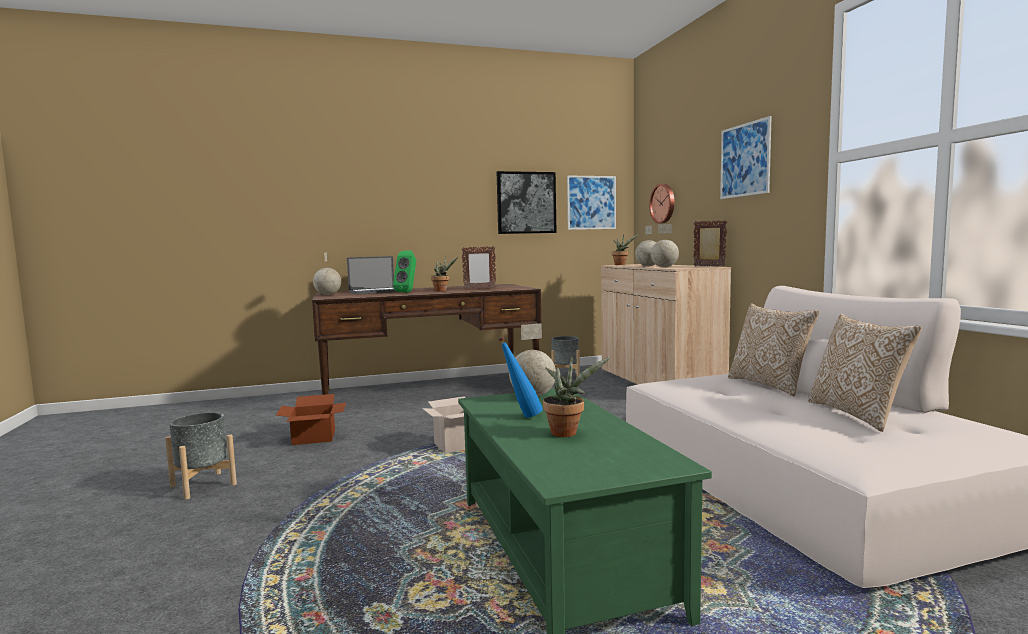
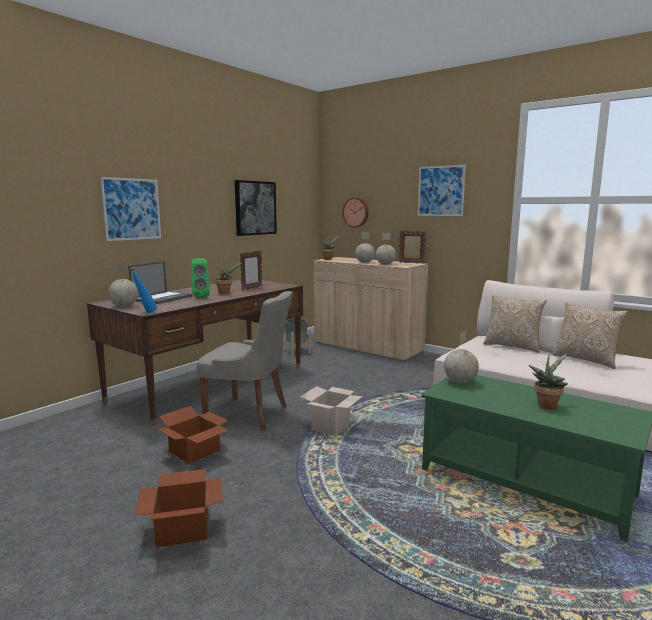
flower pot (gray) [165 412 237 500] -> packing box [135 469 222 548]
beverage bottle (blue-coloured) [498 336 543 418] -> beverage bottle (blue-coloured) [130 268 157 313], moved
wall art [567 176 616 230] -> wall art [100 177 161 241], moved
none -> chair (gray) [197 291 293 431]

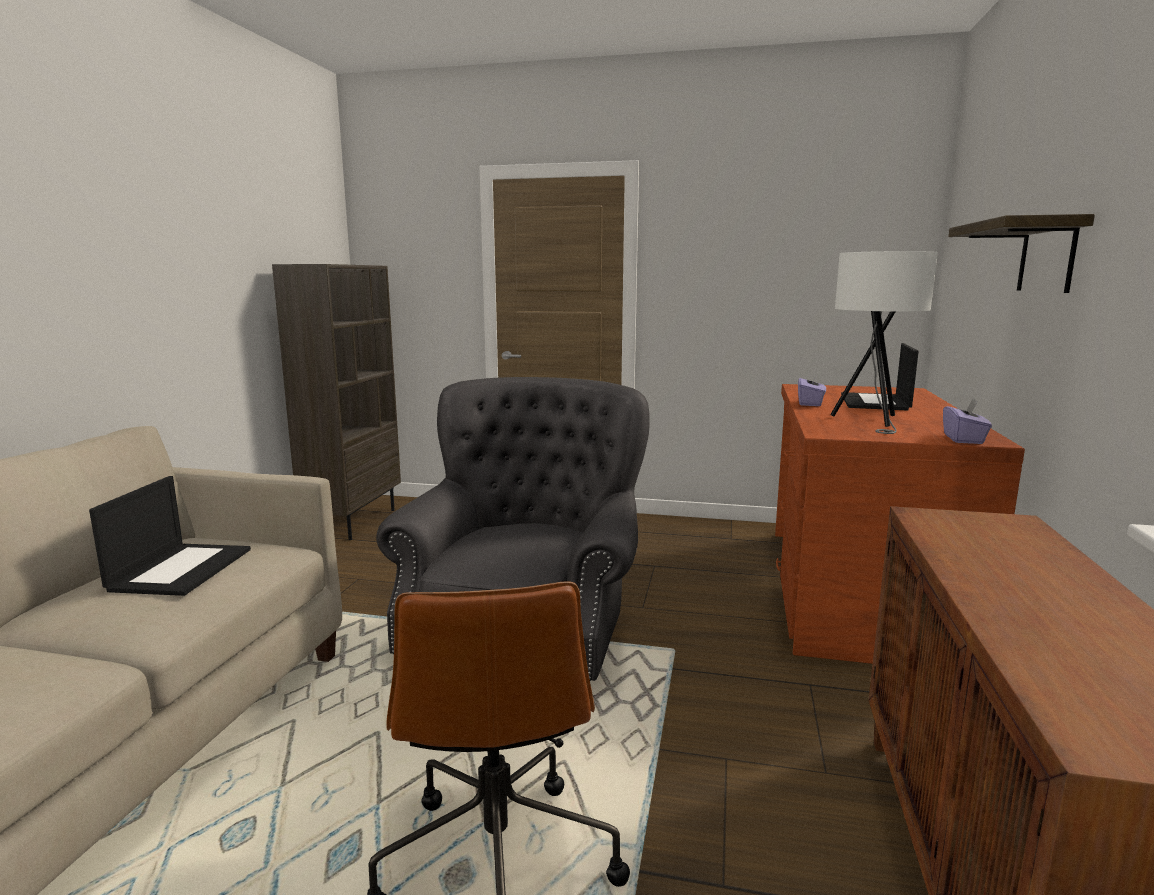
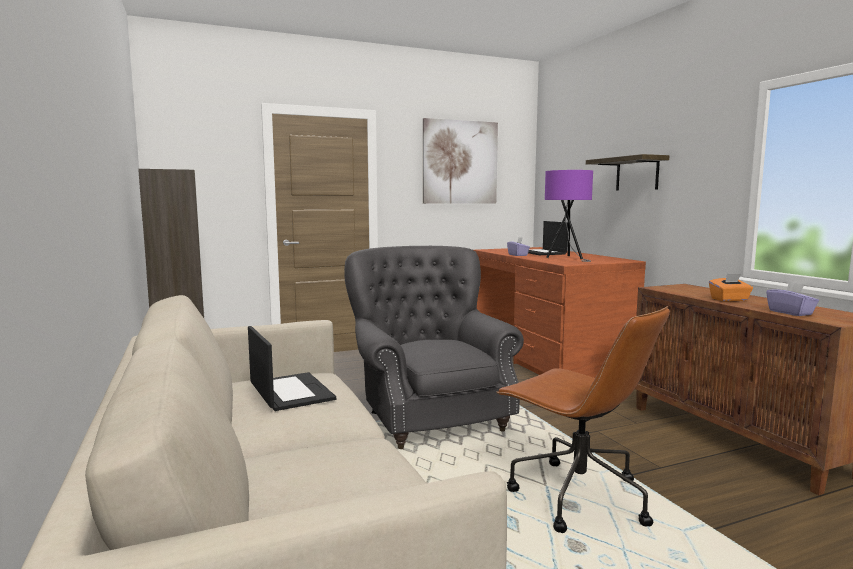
lamp for a table (white) [830 251 938 434] -> lamp for a table (purple) [545 170 593 262]
tissue holder (purple) [943 399 992 444] -> tissue holder (purple) [766 282 819 316], moved
none -> wall art [423 118 498 204]
none -> tissue holder (orange-coloured) [709 274 753 301]

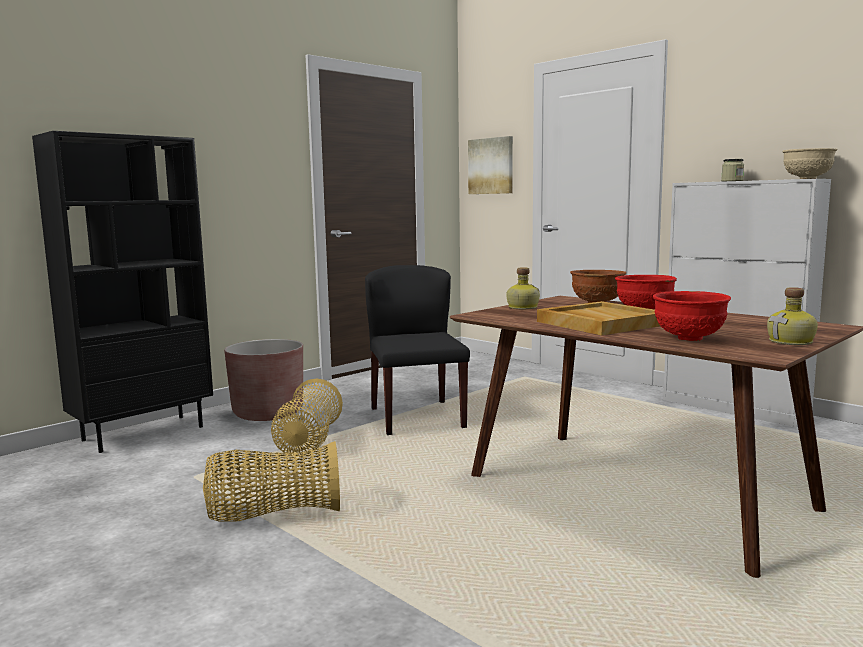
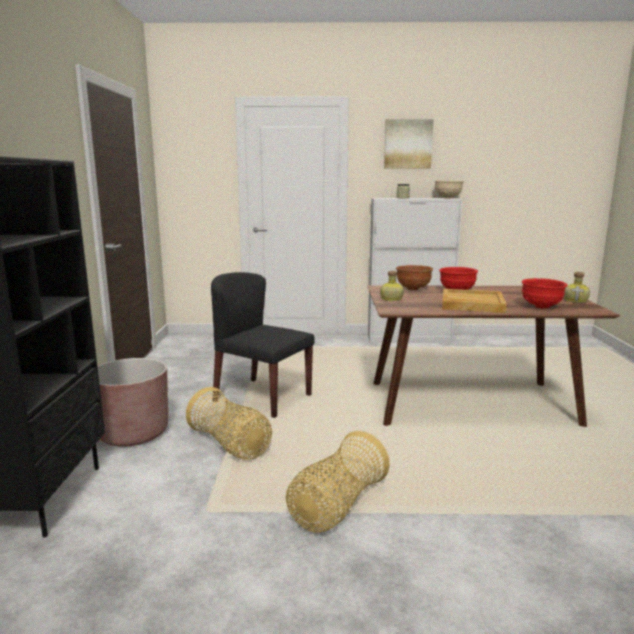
wall art [468 136 513 194] -> wall art [384 119 434 168], moved

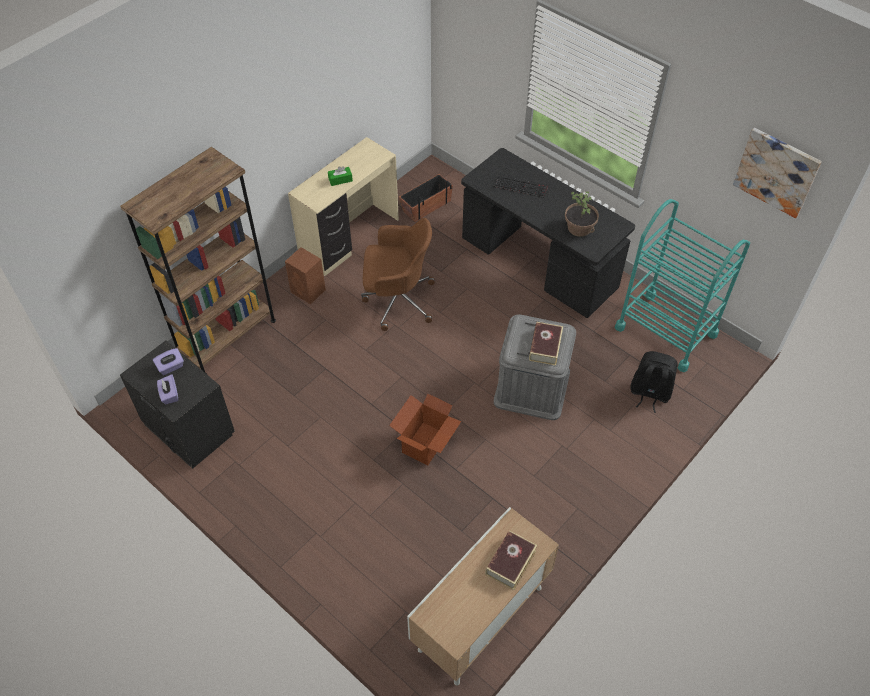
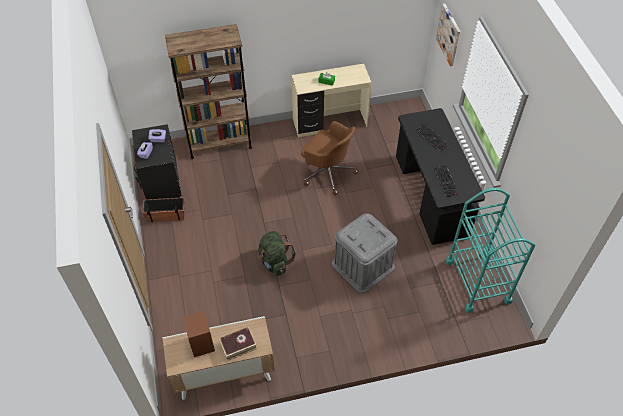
audio speaker (brown) [285 247 326 304] -> audio speaker (brown) [183 311 215 357], moved
packing box [389 394 461 466] -> backpack (green) [258 231 296 276]
flower pot [399 174 453 222] -> flower pot [143 197 185 222], moved
volume [529 322 563 366] -> none
plant in a pot [565 191 599 237] -> PC keyboard [434 165 459 197]
backpack (blackish) [630 351 678 413] -> none
wall art [733 128 822 218] -> wall art [436 4 460 66], moved

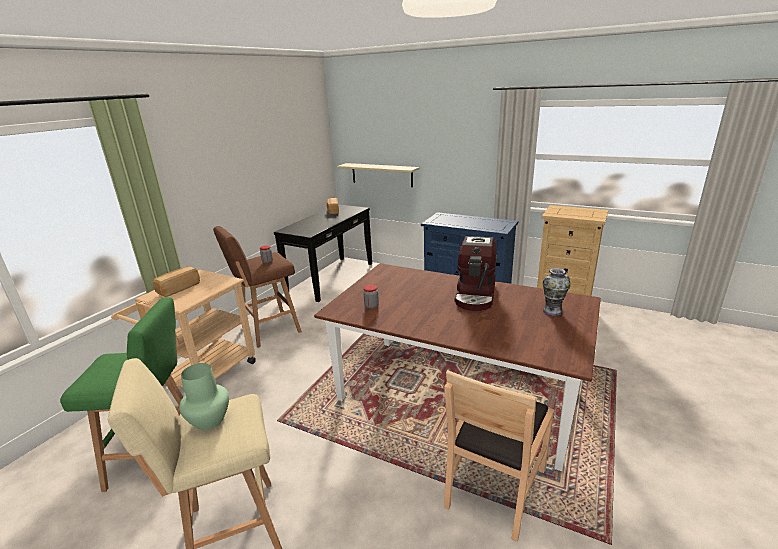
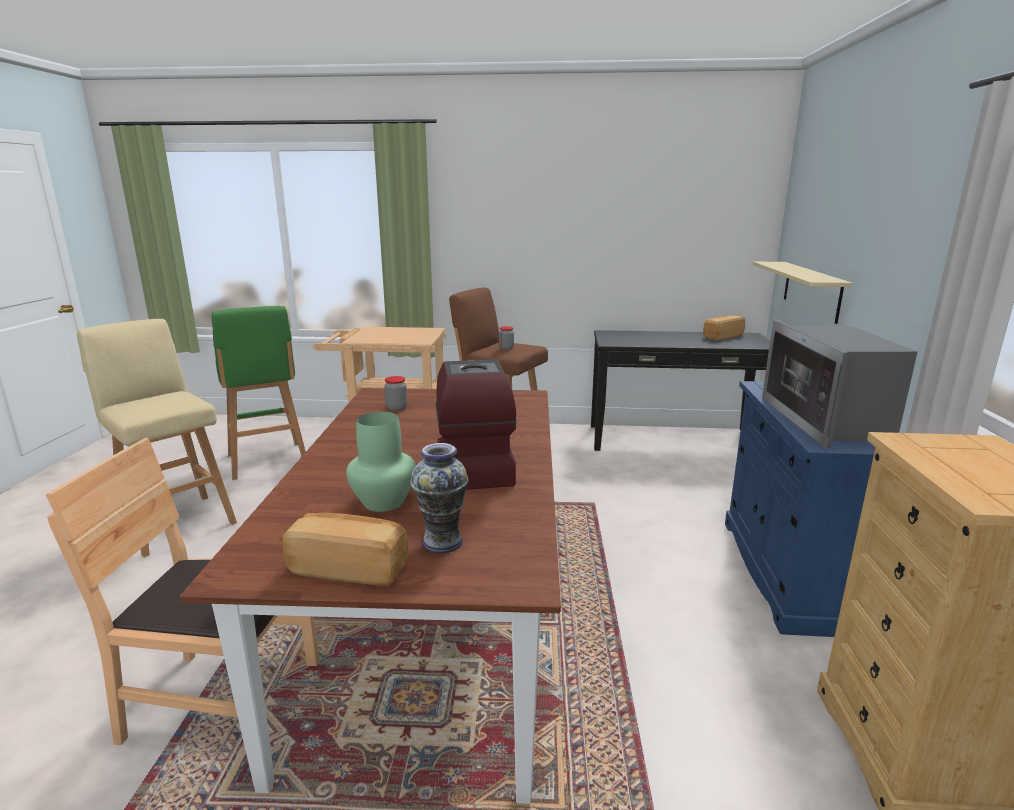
bakery bread [153 267 200 297] -> bakery bread [282 513 409 586], moved
vase (green) [179 363 229 430] -> vase (green) [346 412 416 512], moved
coffee brewer [455 236 497 311] -> coffee brewer [436 359 517 490], 90 degrees clockwise
none -> microwave oven [762 320 917 448]

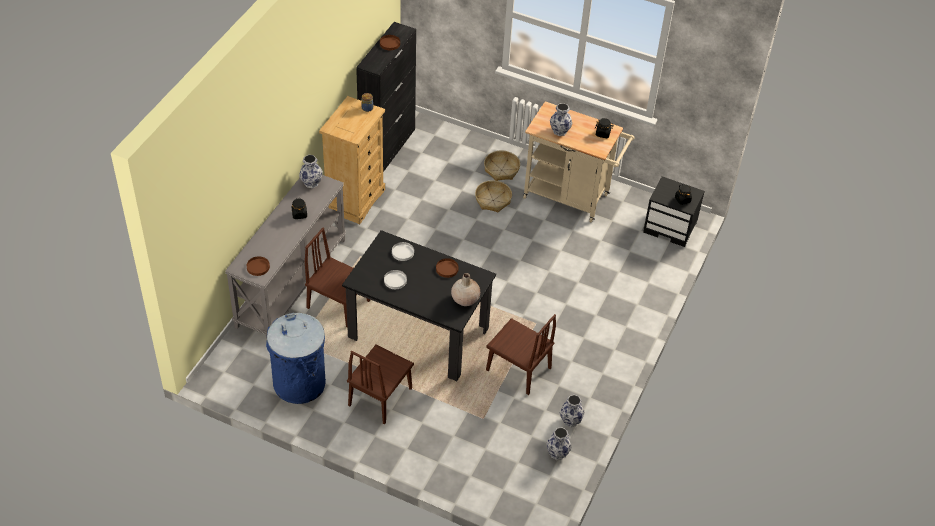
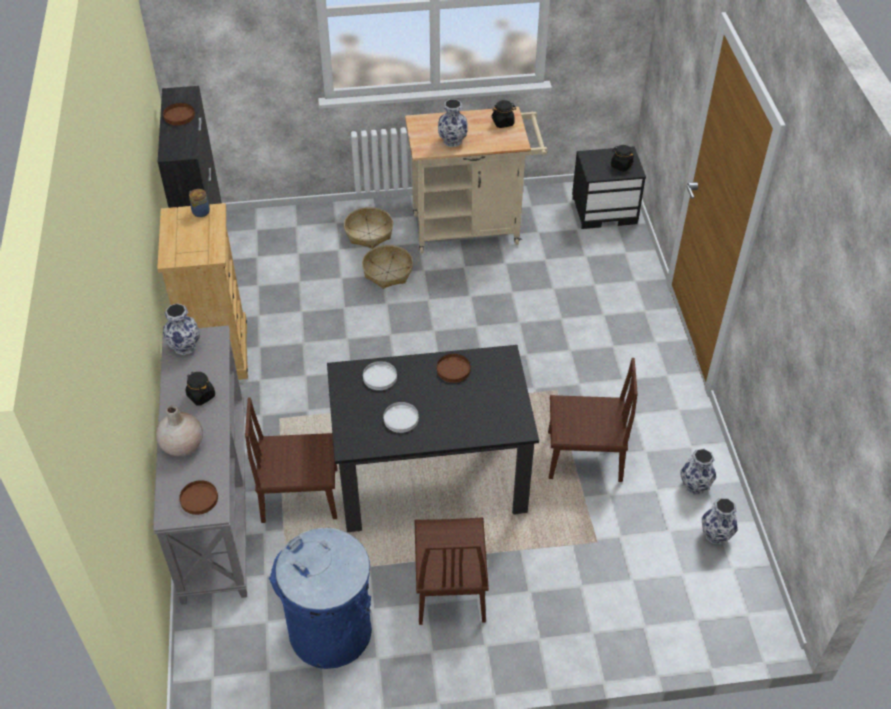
vase (beige-coloured) [451 273 480 306] -> vase (beige-coloured) [156 405 203 456], moved

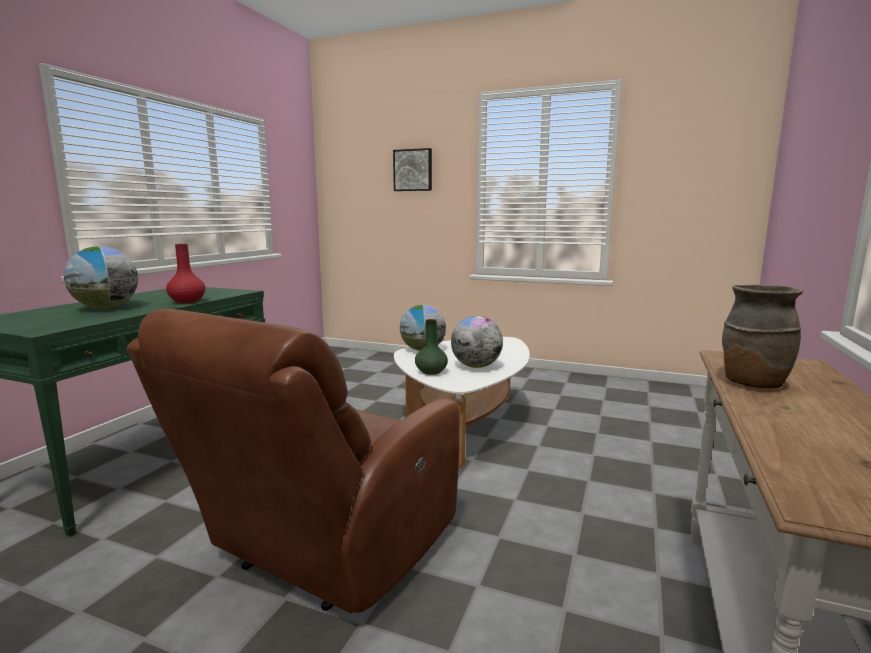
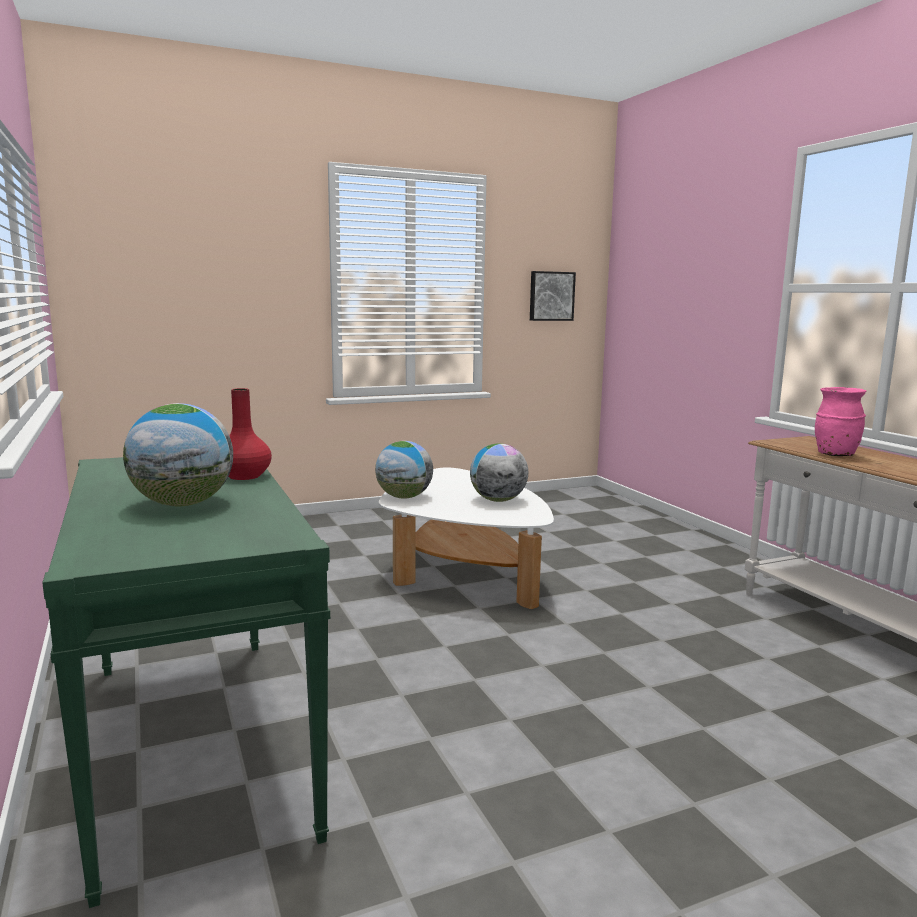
easy chair (brown) [127 309 460 614] -> none
wall art [393 148 432 191] -> wall art [530 271 576 321], moved
vase (green) [415 319 448 375] -> none
vase (brown) [722 285 803 389] -> vase (pink) [815 387 866 456]

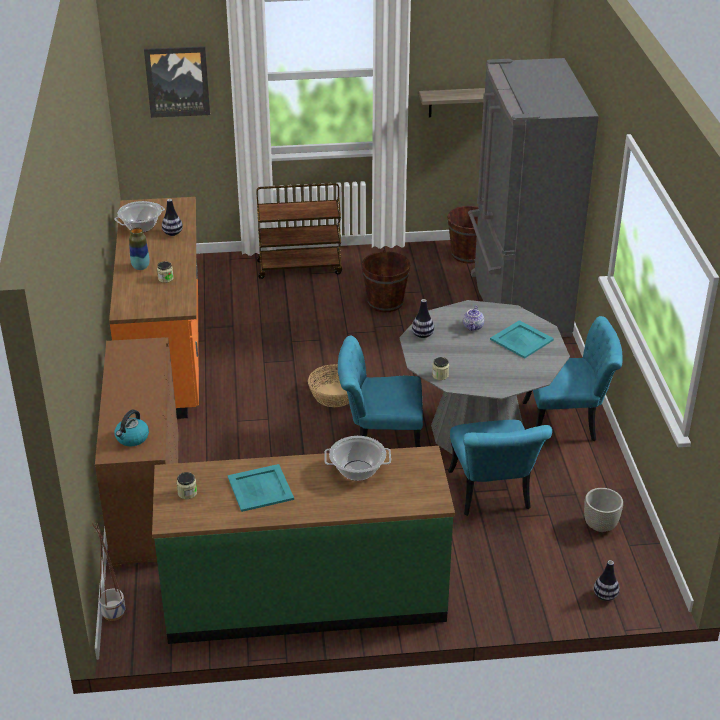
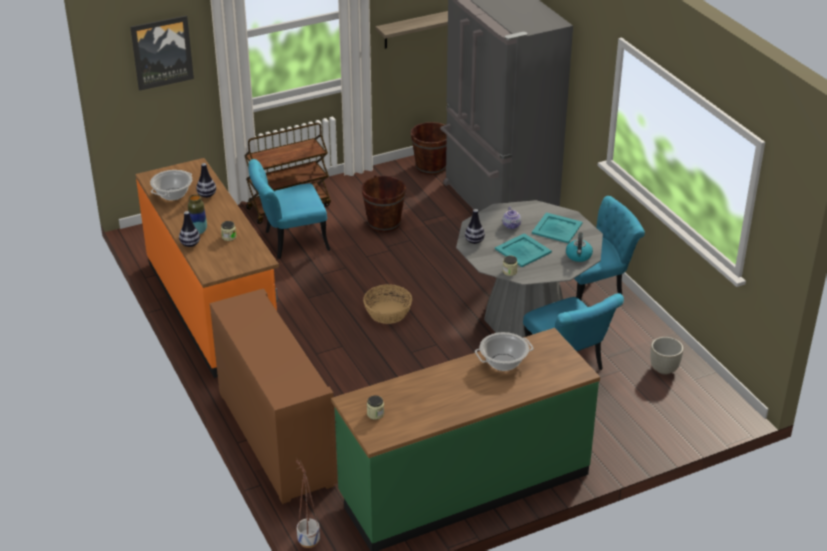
tea kettle [115 410 149 446] -> tea kettle [566 232 593 262], moved
serving tray (turquoise-coloured) [228 464 294 512] -> serving tray (turquoise-coloured) [495 233 552 267], moved
chair (turquoise-coloured) [338 336 423 447] -> chair (turquoise-coloured) [248 159 330 259], moved
vase [594 560 620 601] -> vase [179 211 200 247], moved

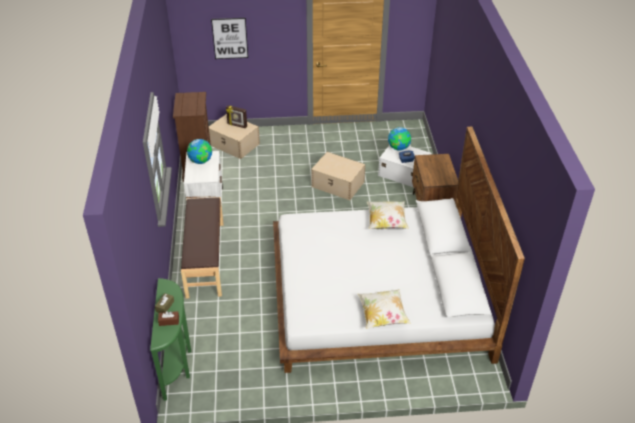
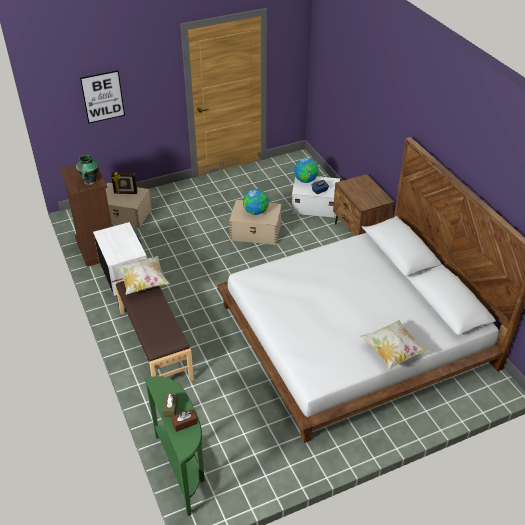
globe [187 139 212 164] -> globe [243 189 269 215], moved
cushion [367 201 409 229] -> cushion [117 256 170 295], moved
none -> vase [76 154 99 185]

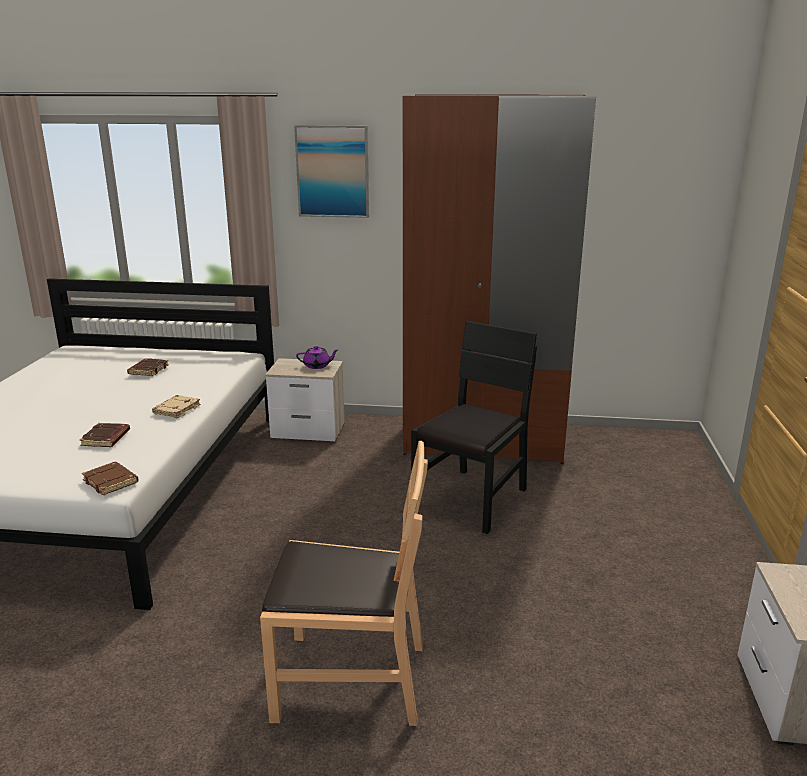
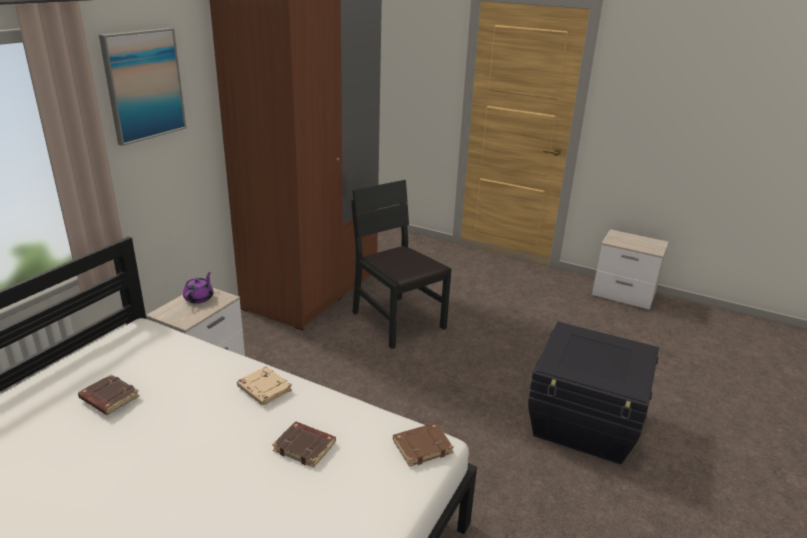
chair (brown) [260 441 428 726] -> storage container (blackish) [528 322 659 464]

